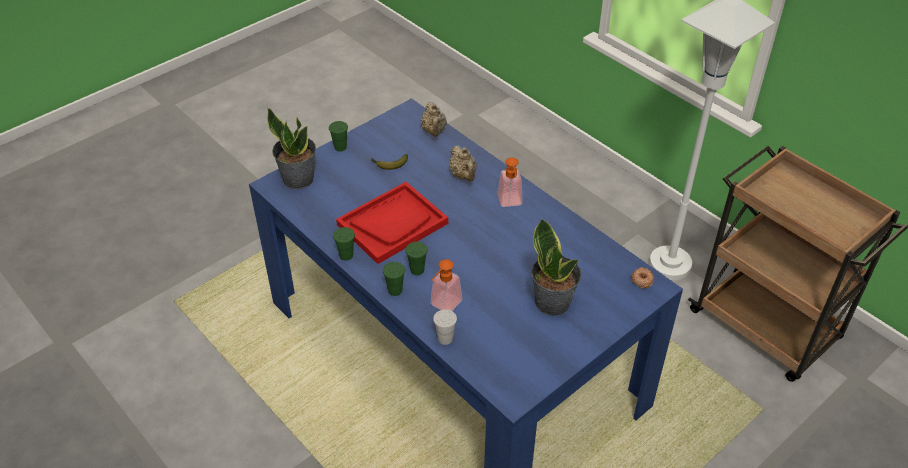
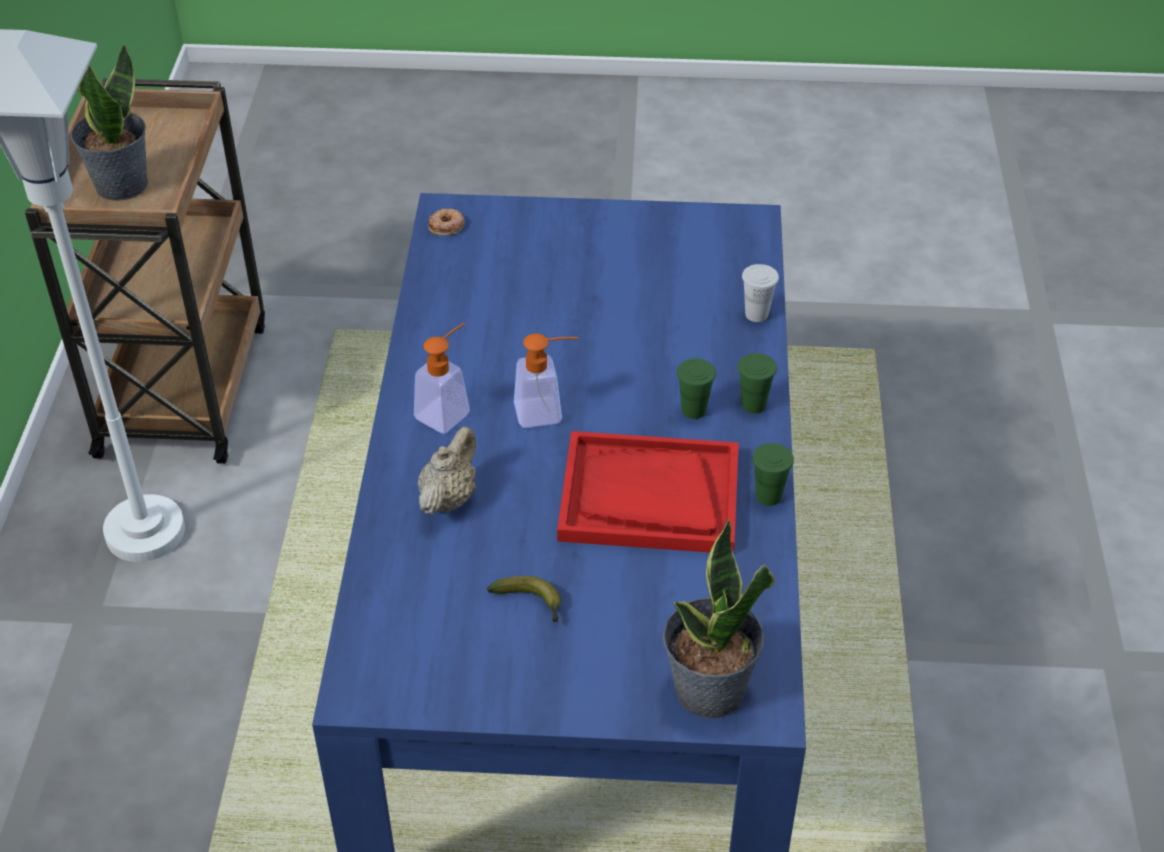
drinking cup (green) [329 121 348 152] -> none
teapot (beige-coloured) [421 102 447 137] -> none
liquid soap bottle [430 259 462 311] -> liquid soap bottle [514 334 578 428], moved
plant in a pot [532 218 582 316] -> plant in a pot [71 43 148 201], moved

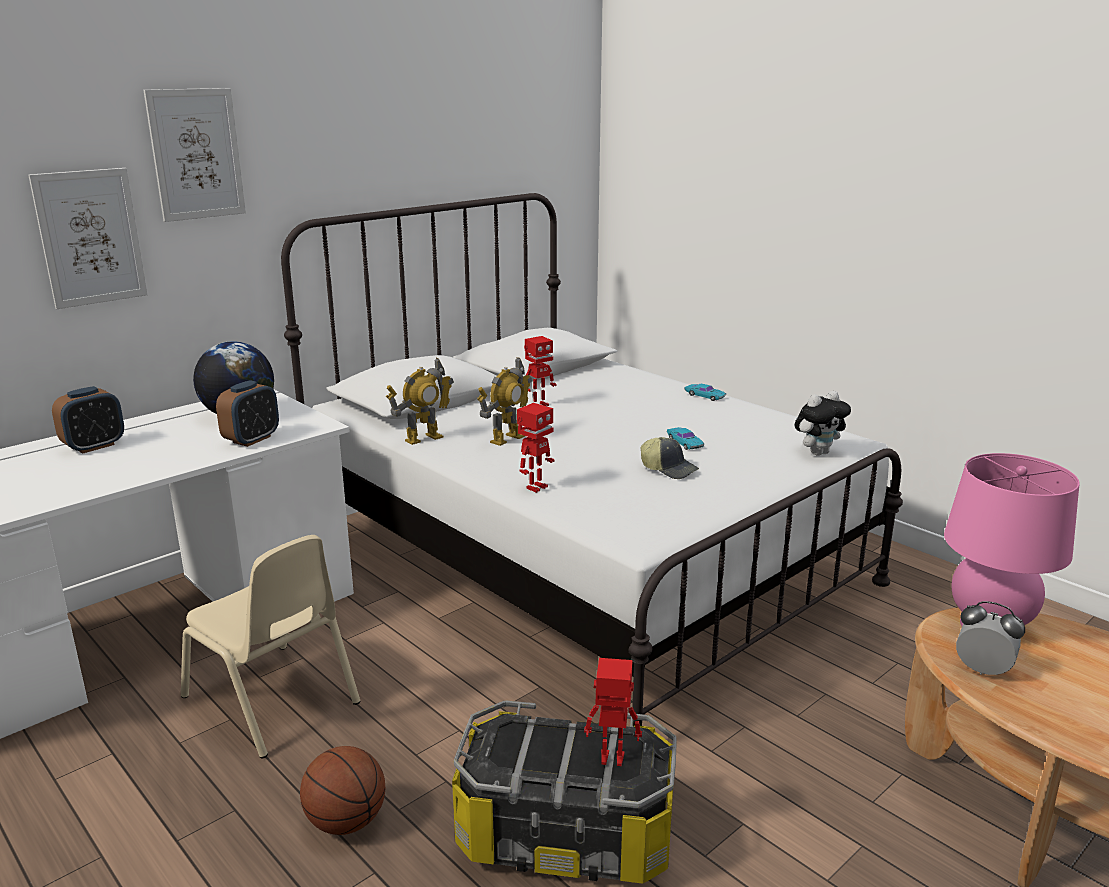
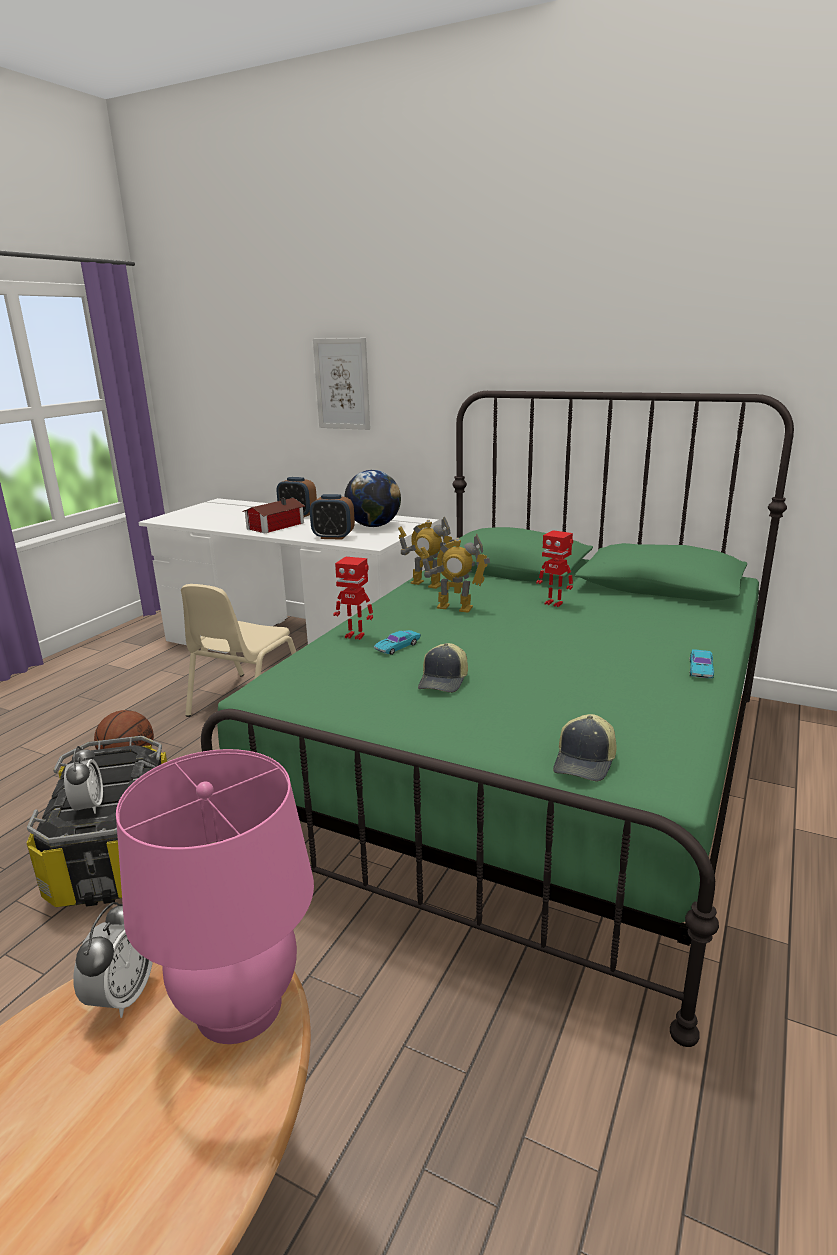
wall art [143 88 246 222] -> none
bed (white) [281 193 903 726] -> bed (green) [201 391 794 1047]
robot figure [584 658 642 766] -> bedside clock [64 746 103 814]
toy car (turquoise-coloured) [667 427 704 450] -> toy car (turquoise-coloured) [374 630 421 655], moved
plush toy [794 391 851 456] -> baseball cap [553 714 616 781]
none -> toy house [242 498 305 533]

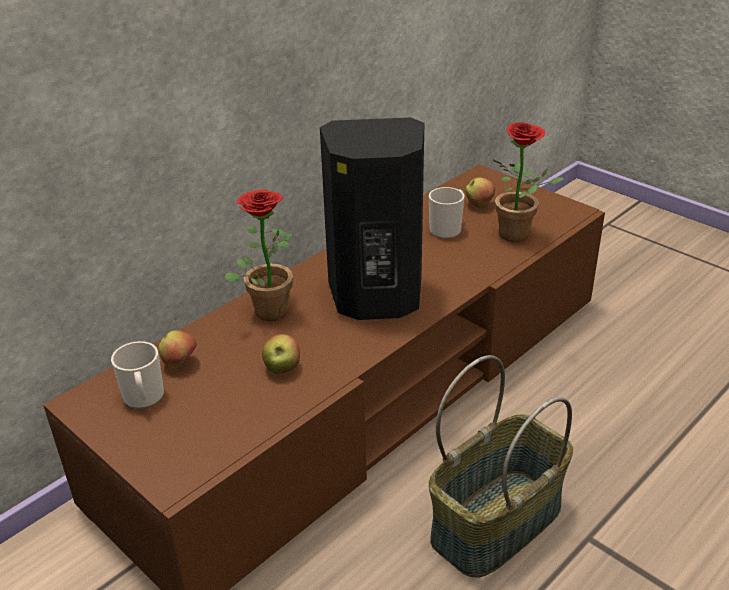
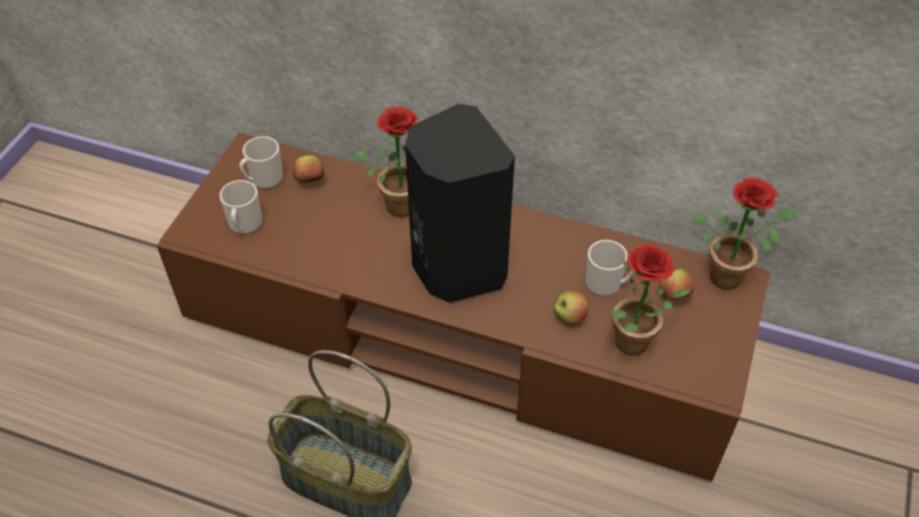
apple [262 334 300 374] -> apple [553 291 589 326], moved
none -> mug [219 180 262 234]
none -> plant in a pot [694 178 797 290]

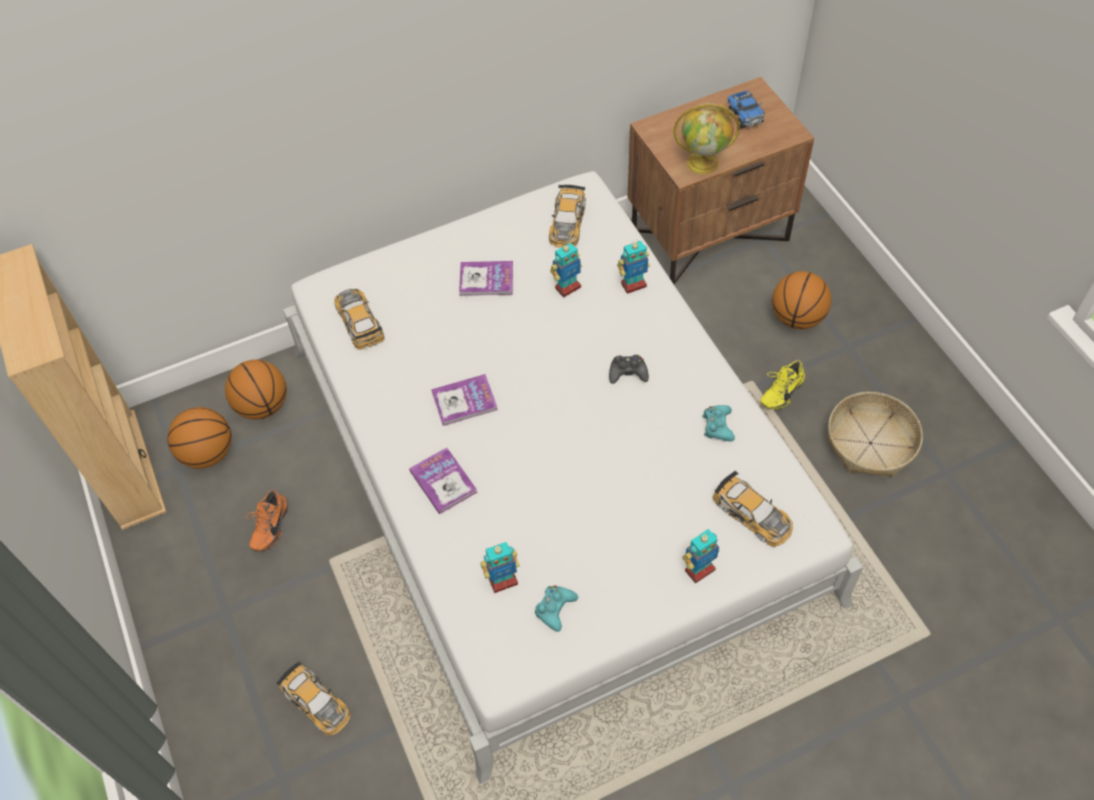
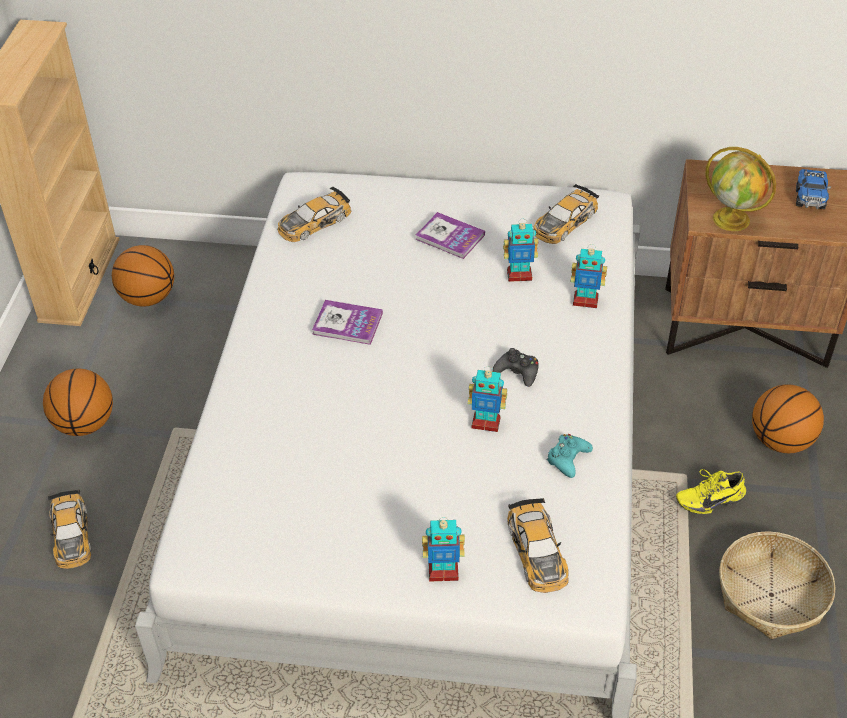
basketball ball [225 360 287 420] -> basketball ball [43 368 113 436], moved
shoe (orange-coloured) [246 489 288 551] -> none
toy car [334 289 385 350] -> toy car [277 186 352 242], 135 degrees counterclockwise
volume [409 448 477 514] -> none
robot figure [481 542 520 593] -> robot figure [468 367 507 432], moved
game controller (turquoise-coloured) [535 585 578 632] -> none

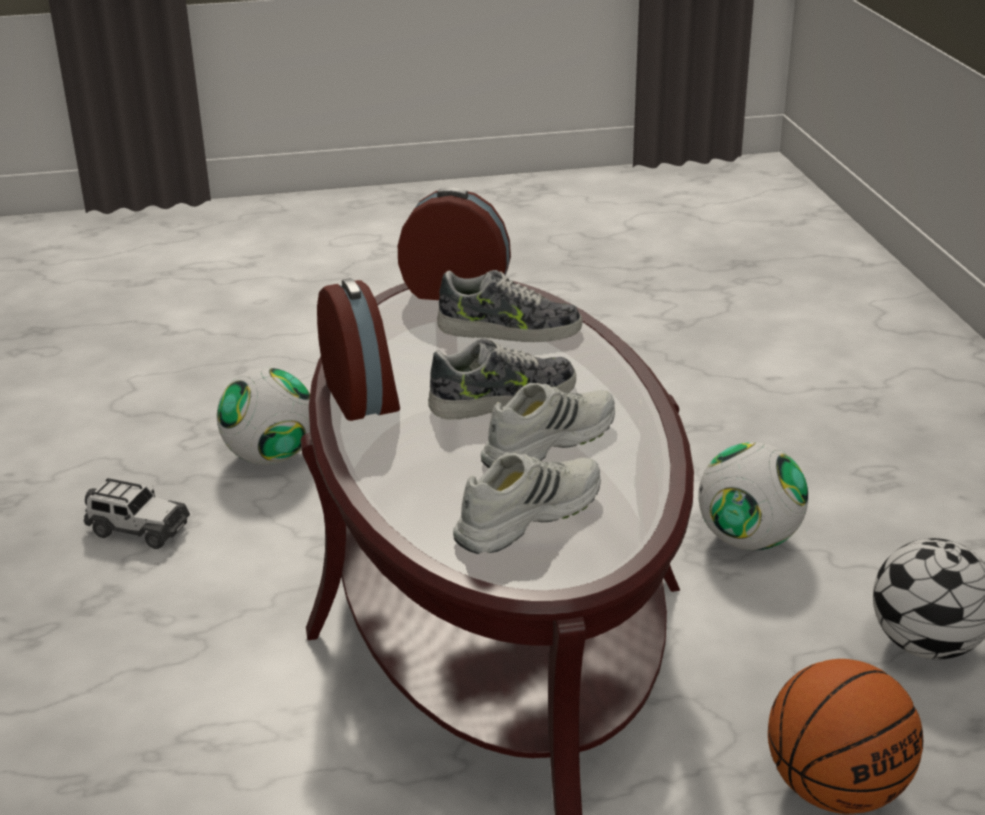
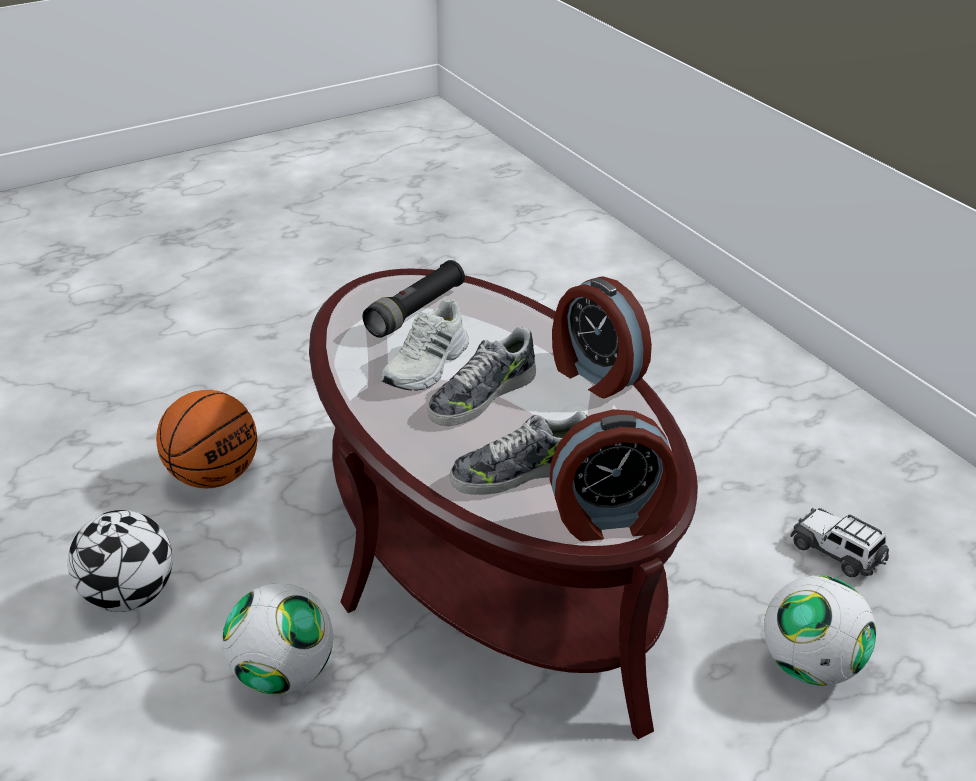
toy car [83 478 190 549] -> toy car [790 508 889 577], 45 degrees clockwise
shoe (white) [453 453 601 554] -> torch (blackish) [363 260 465 338]

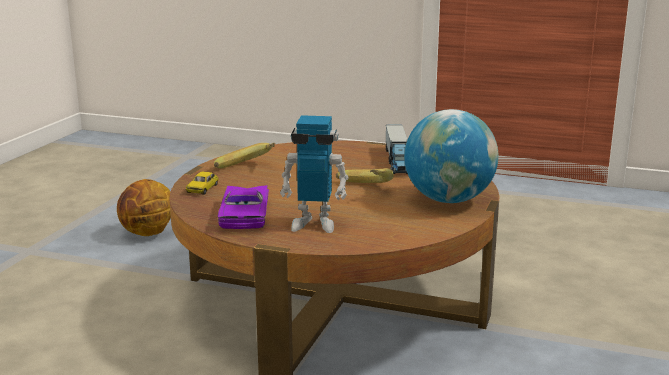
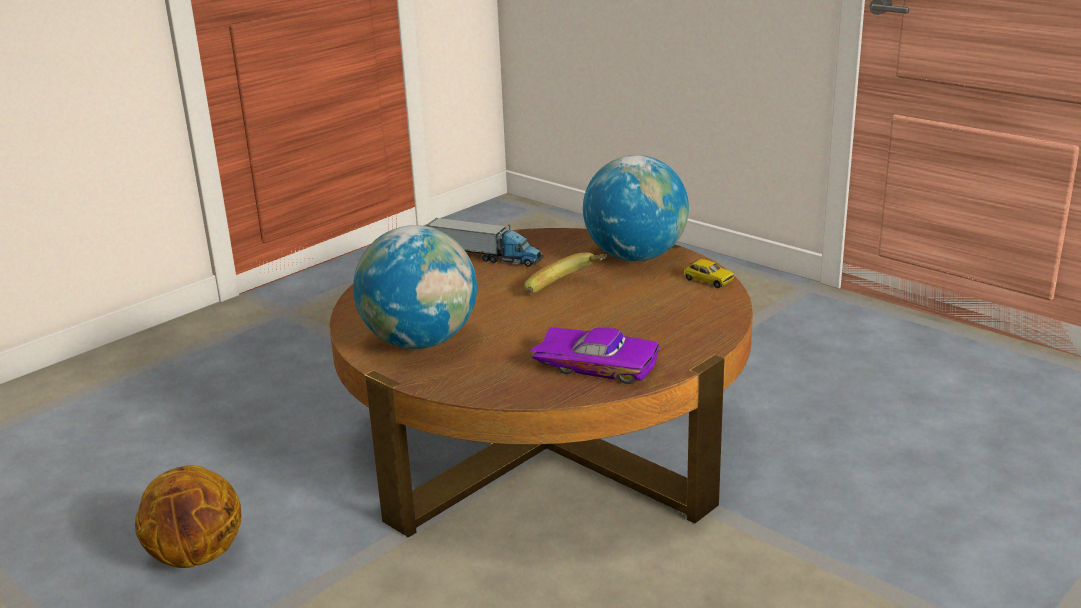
toy car [186 172 218 195] -> toy car [684 259 735 288], moved
whole banana [214 143 275 168] -> globe [353 225 477 349]
robot figure [280 115 348 233] -> none

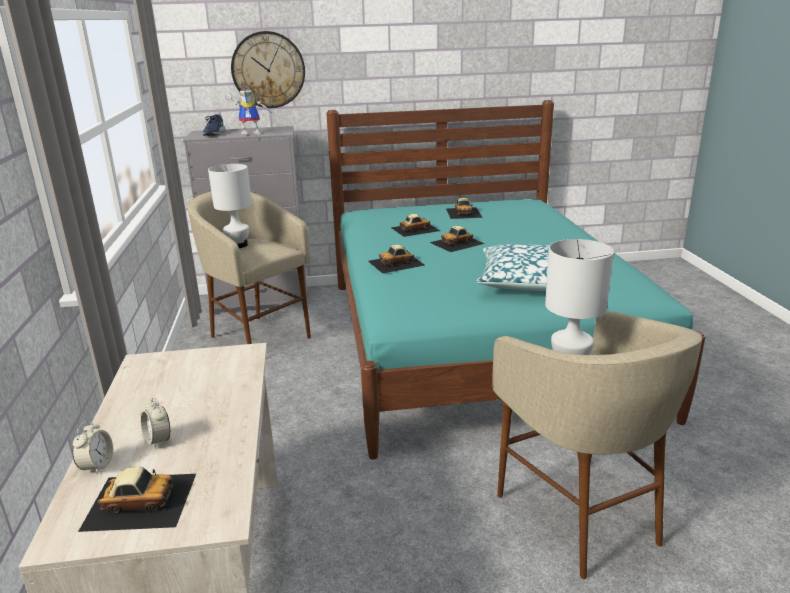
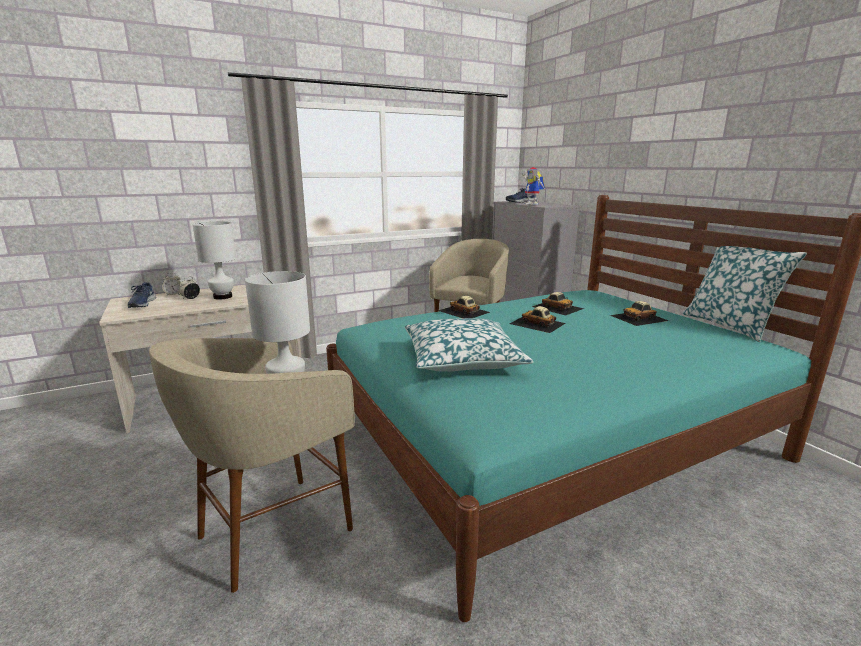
toy car [78 466 196 532] -> shoe (blue-coloured) [127 282 156 308]
lamp for a table (white) [208 164 252 248] -> lamp for a table (white) [192 221 236 299], moved
clock on the wall [231 31 305 108] -> none
none -> cushion [683 246 807 342]

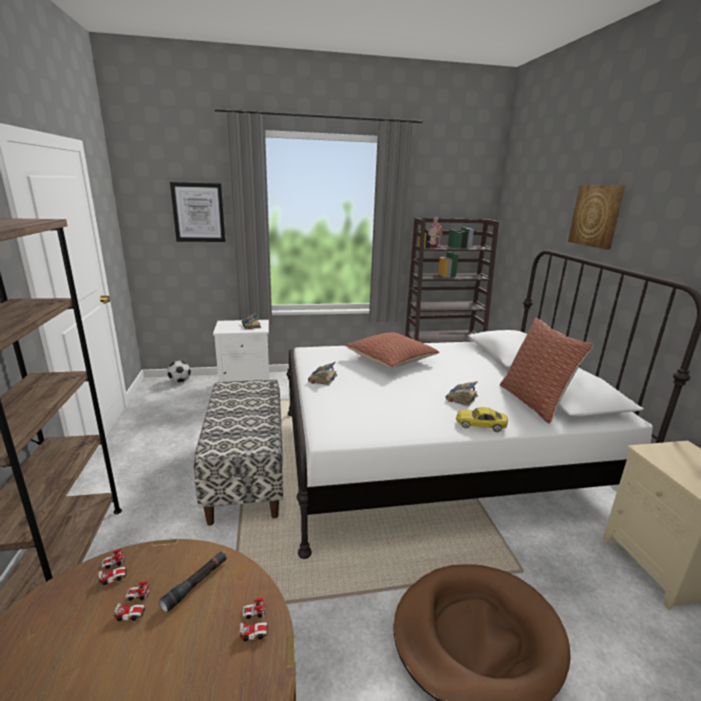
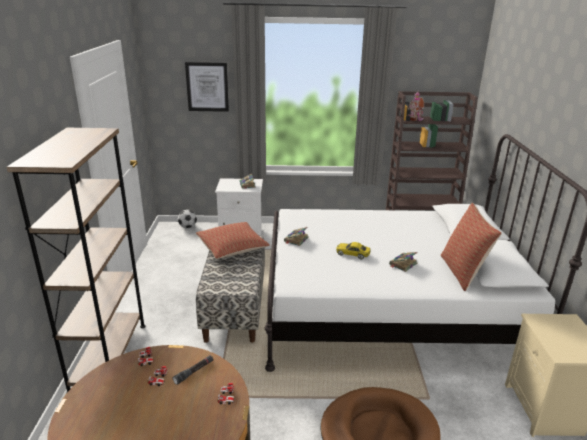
cushion [345 332 439 368] -> cushion [196 222 270 259], moved
toy car (yellowish) [456 407 508 432] -> toy car (yellowish) [336 242 370 260], moved
wall art [568 185 625 249] -> none

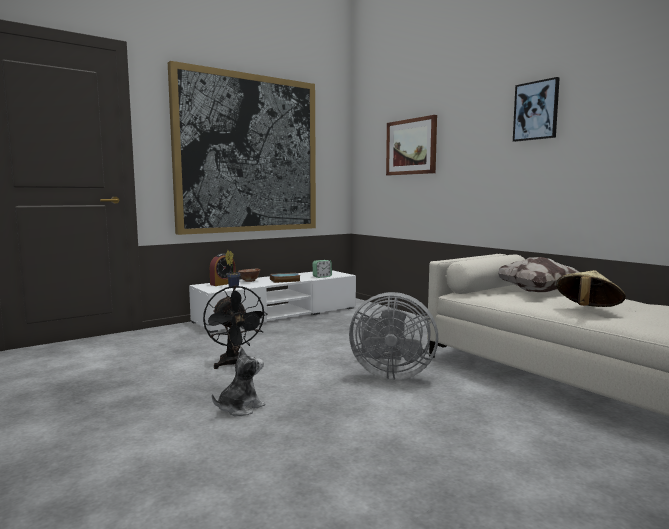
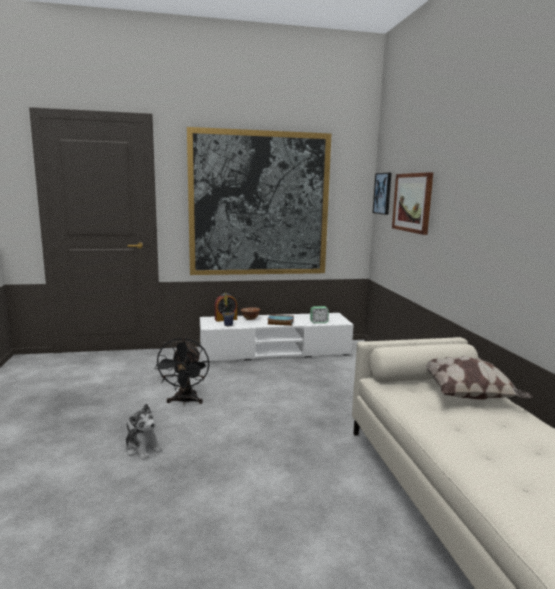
plush toy [212 347 265 416] -> plush toy [126 404 162 460], 60 degrees clockwise
cooling fan (gray) [349 292 438 380] -> none
wall art [513 77 560 142] -> wall art [373 173 391 215], moved
clothing hat (beige-coloured) [556 270 626 307] -> none

